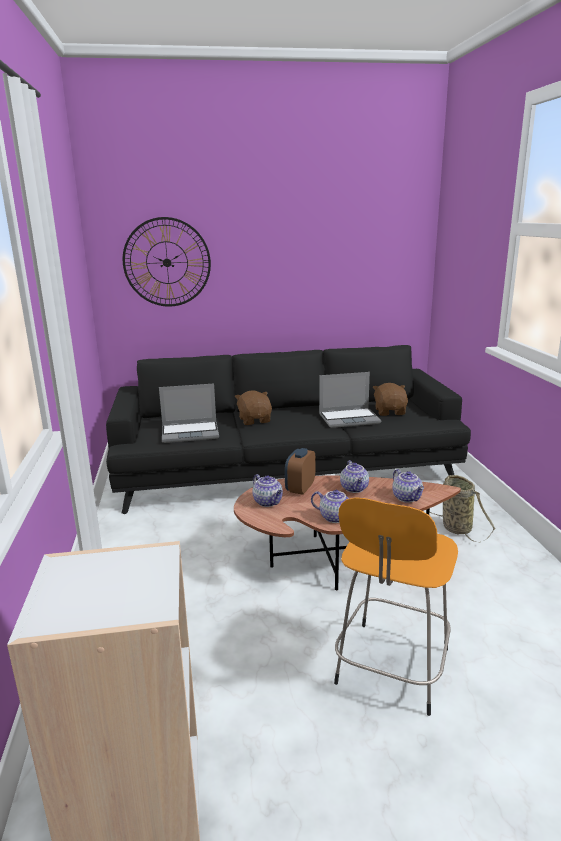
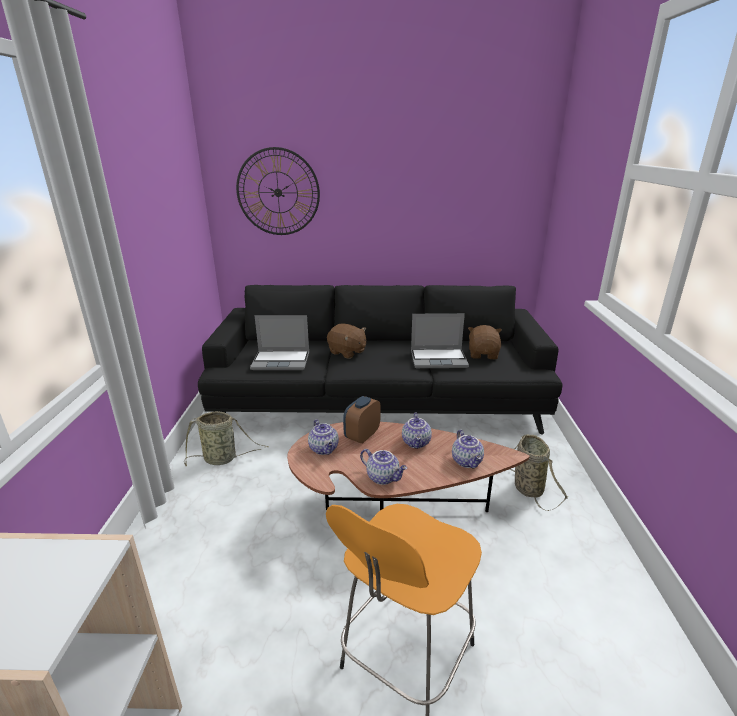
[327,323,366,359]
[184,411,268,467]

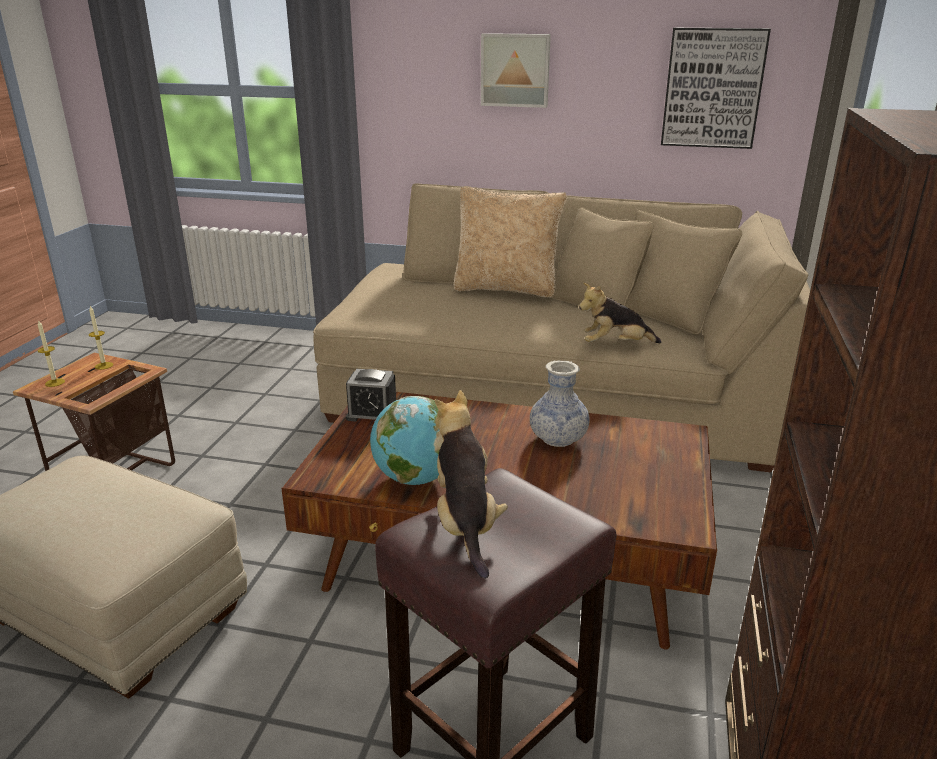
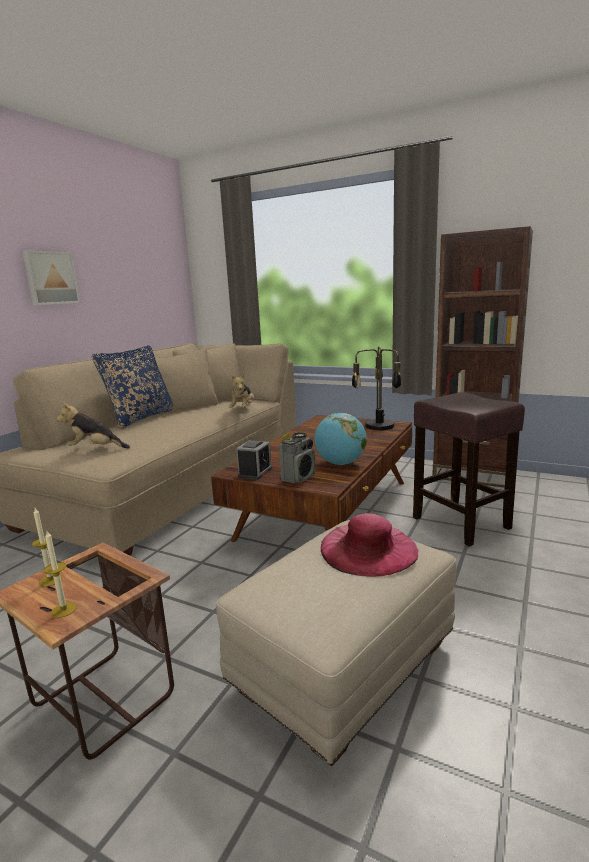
[661,28,771,149] (first image)
[92,346,173,429]
[530,360,590,447] (first image)
[57,403,130,448]
[352,346,401,430]
[279,432,316,484]
[321,513,418,577]

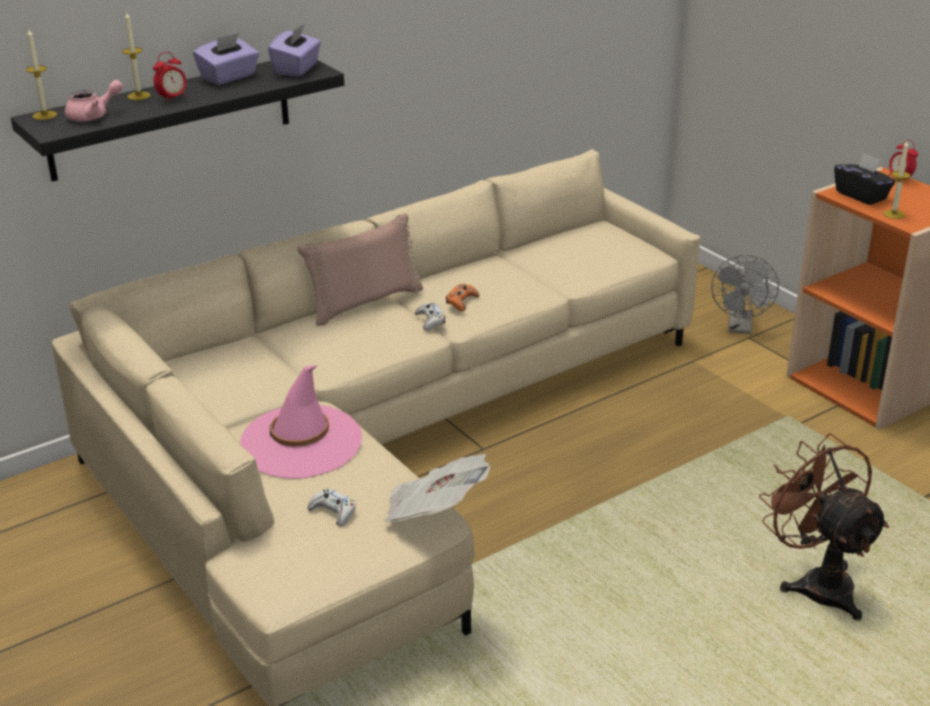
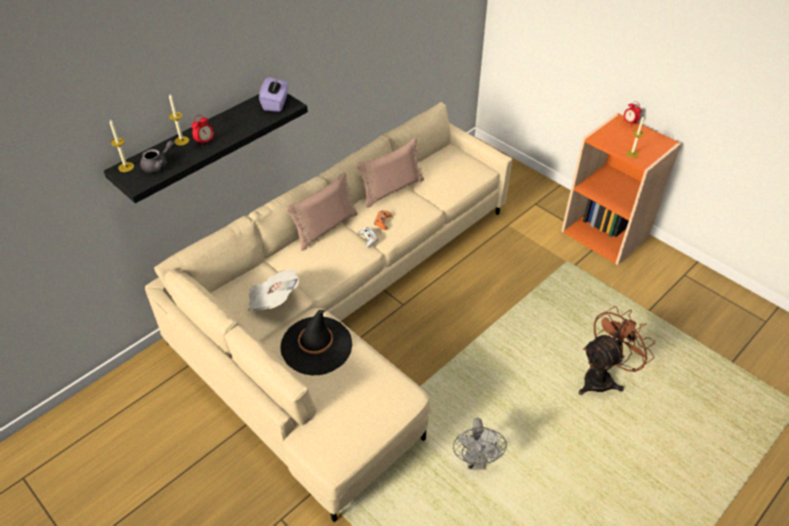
[193,33,259,85] (first image)
[140,140,175,173]
[834,153,895,205] (first image)
[453,418,507,470]
[280,310,352,375]
[579,306,656,395]
[248,269,299,311]
[308,489,356,526] (first image)
[356,138,424,208]

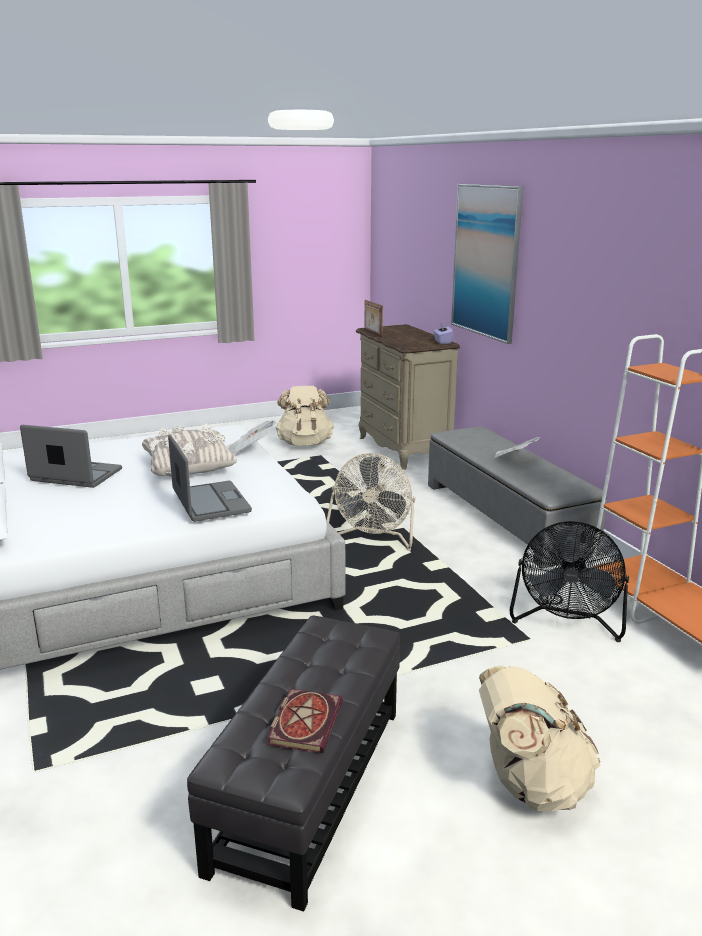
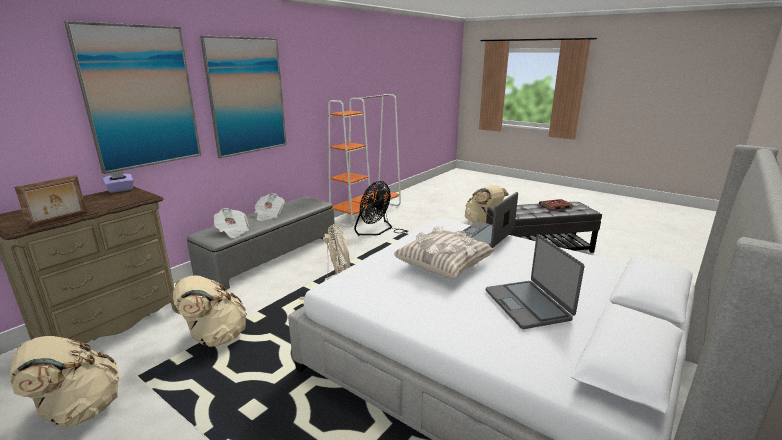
[214,208,249,238]
[354,181,408,236]
[200,36,287,158]
[173,275,247,347]

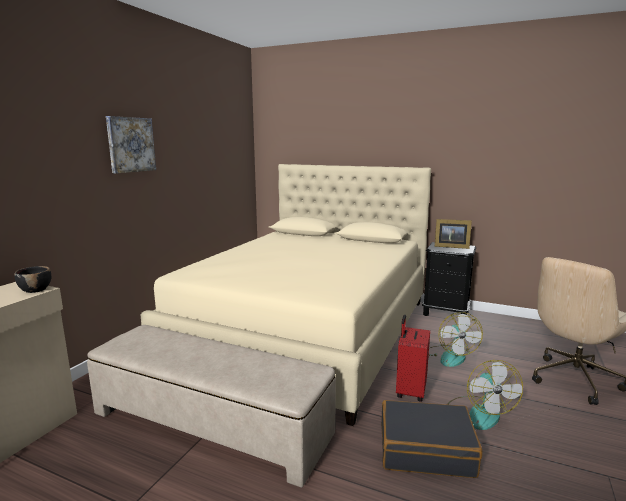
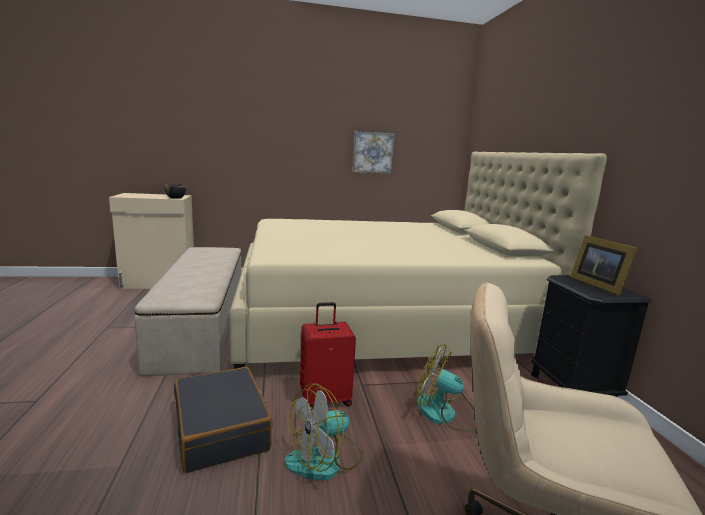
[353,131,395,174]
[414,345,477,432]

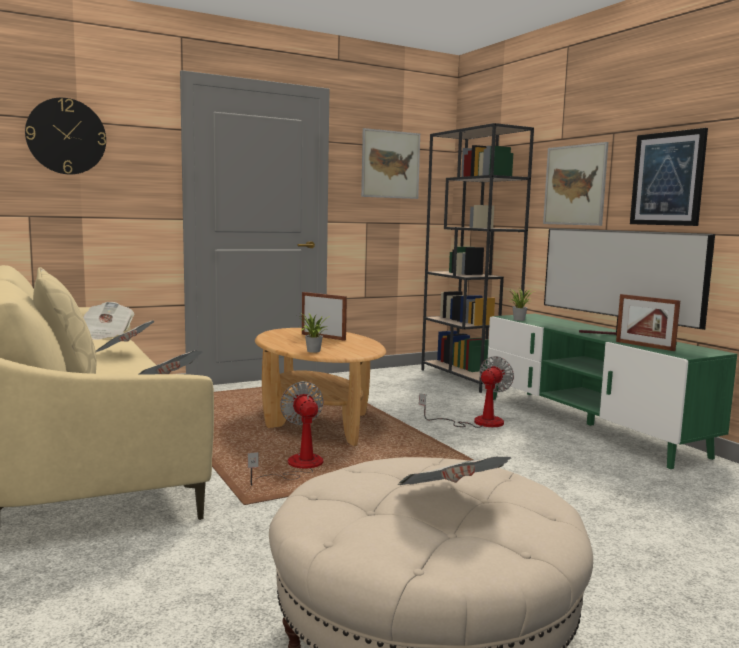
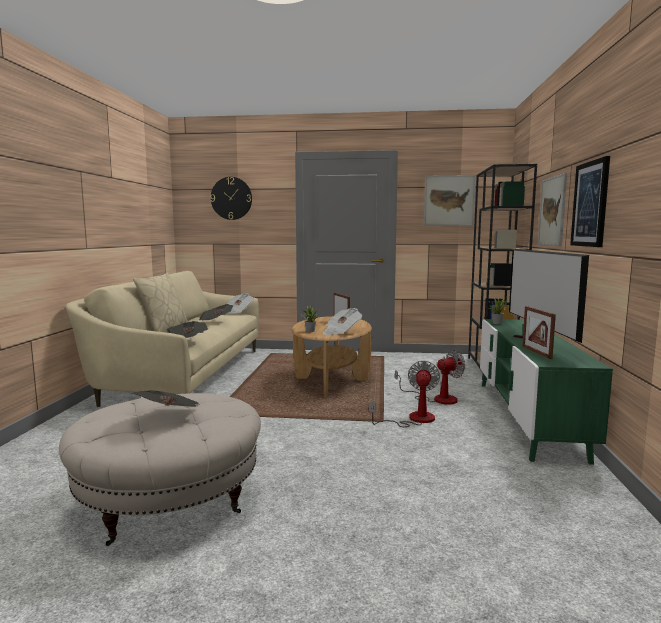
[369,361,440,427]
[323,308,362,335]

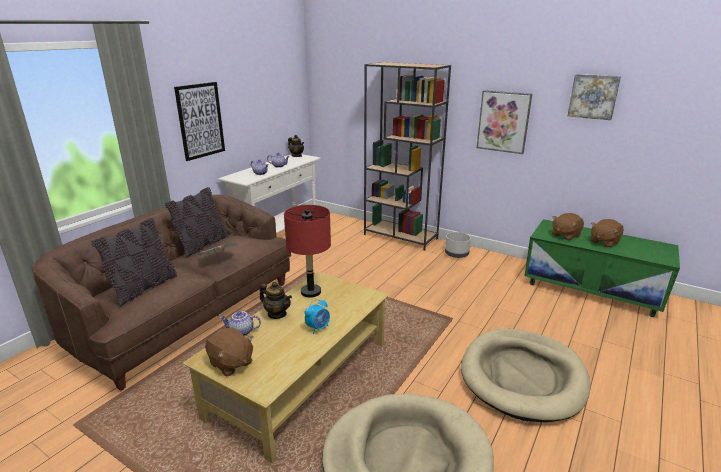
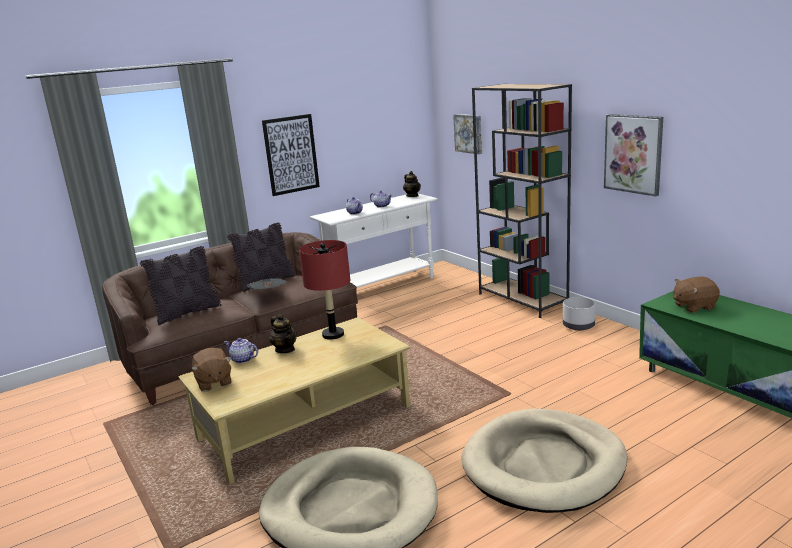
[453,114,482,154]
[590,219,623,248] (first image)
[305,299,330,334] (first image)

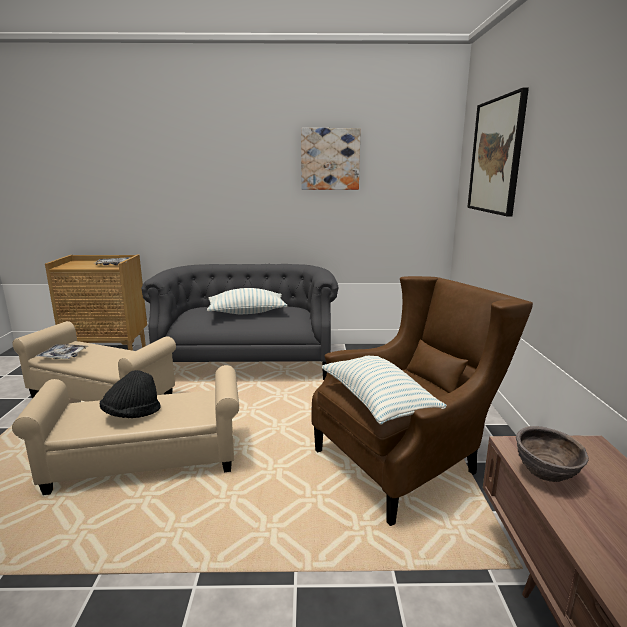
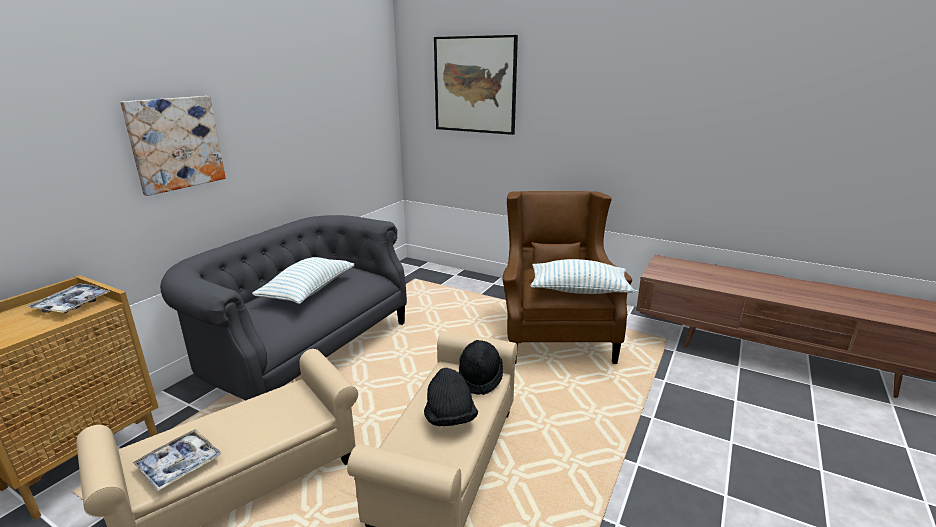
[120,96,226,196]
[516,426,589,482] (first image)
[459,340,503,395]

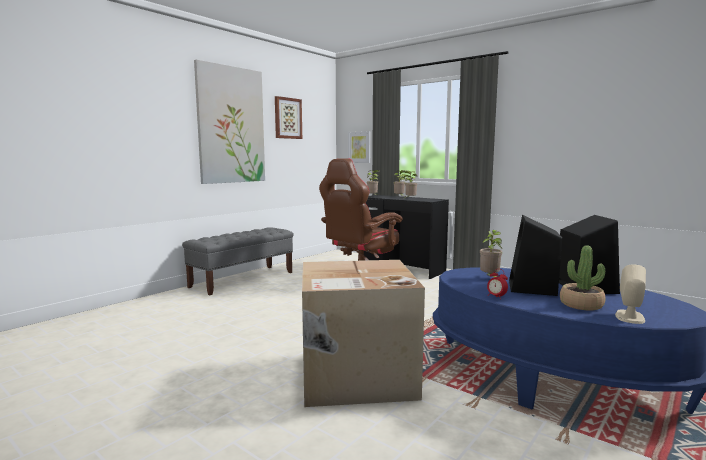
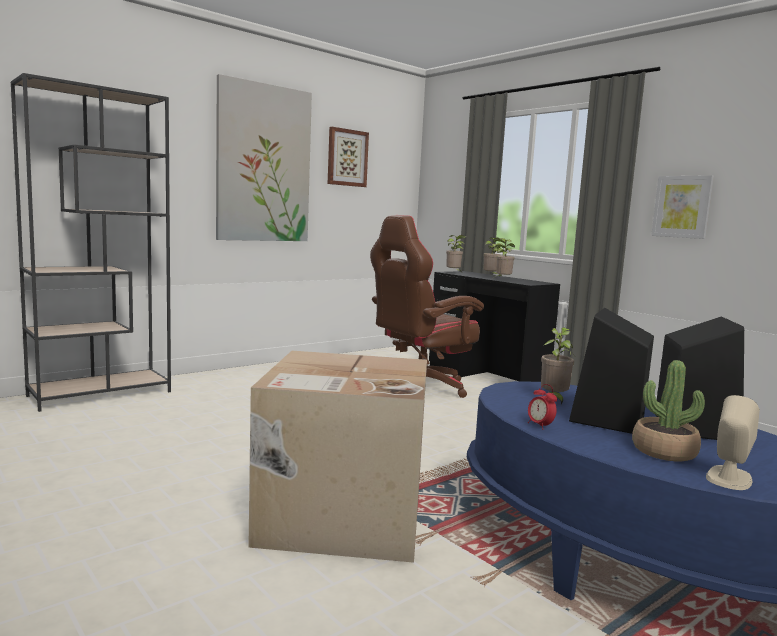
[651,175,714,239]
[182,227,294,295] (first image)
[11,73,171,412]

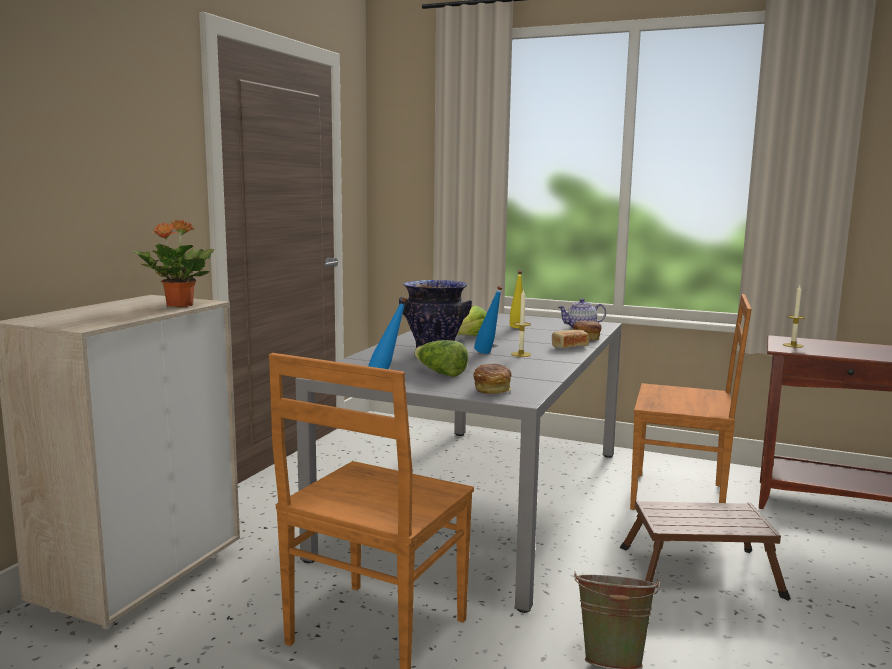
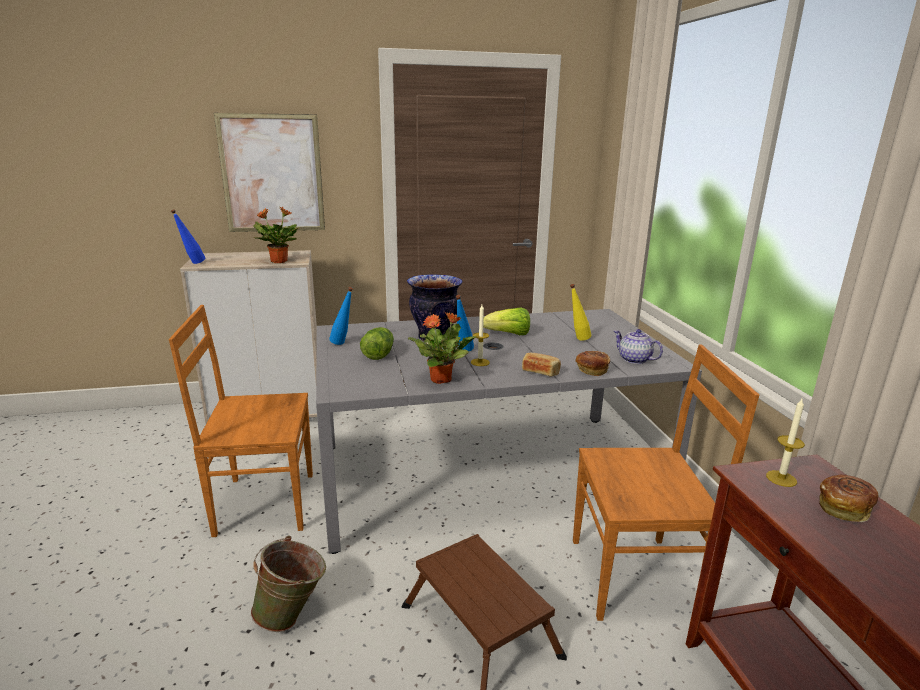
[573,344,759,621]
[819,475,878,522]
[214,113,325,232]
[171,209,205,264]
[408,312,476,384]

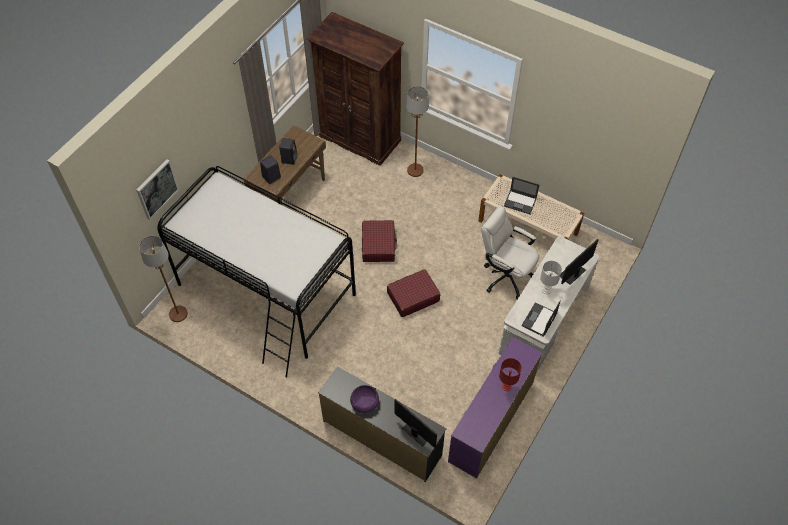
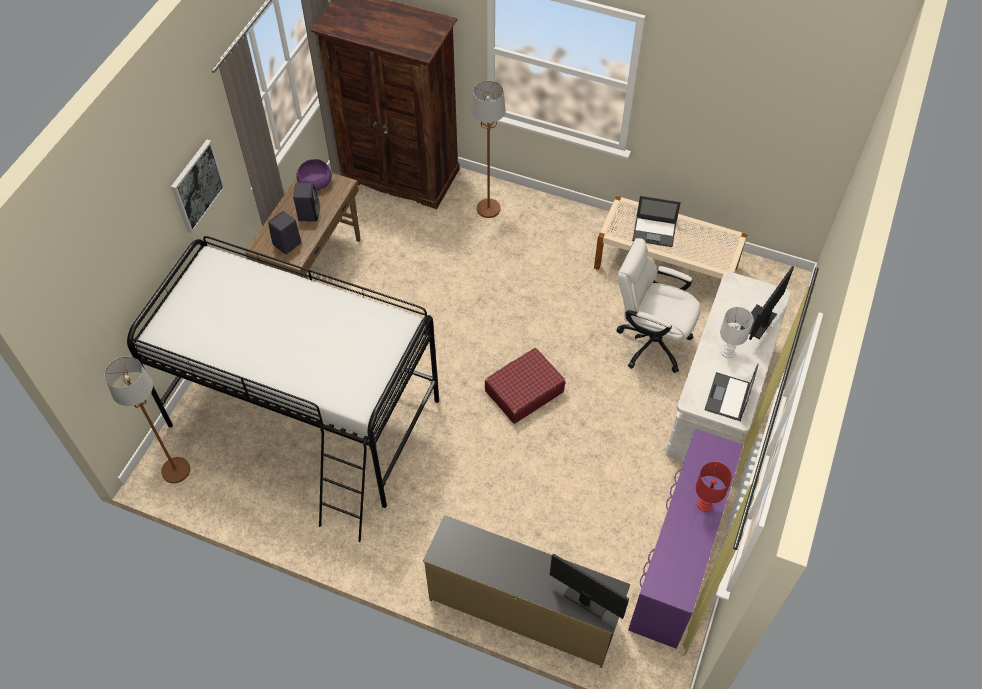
[171,140,225,233]
[362,220,397,262] (first image)
[296,159,332,191]

